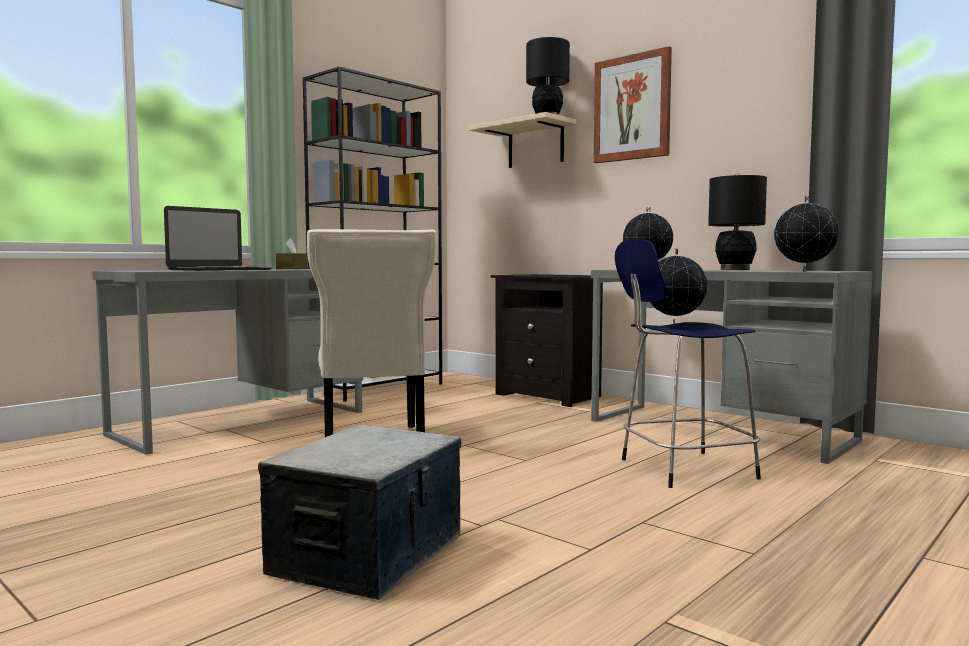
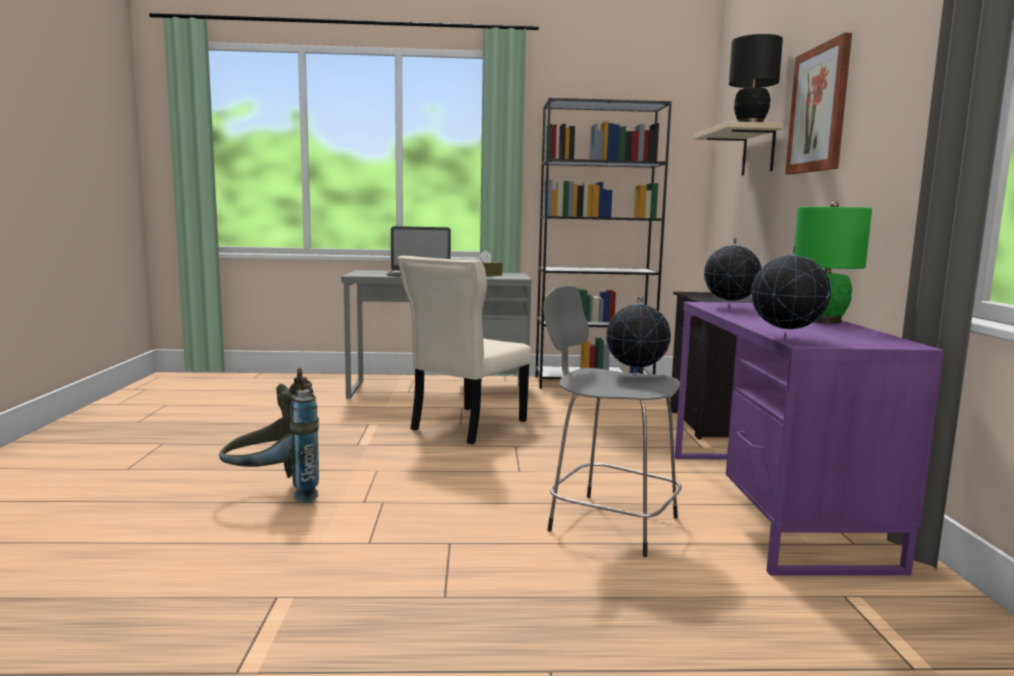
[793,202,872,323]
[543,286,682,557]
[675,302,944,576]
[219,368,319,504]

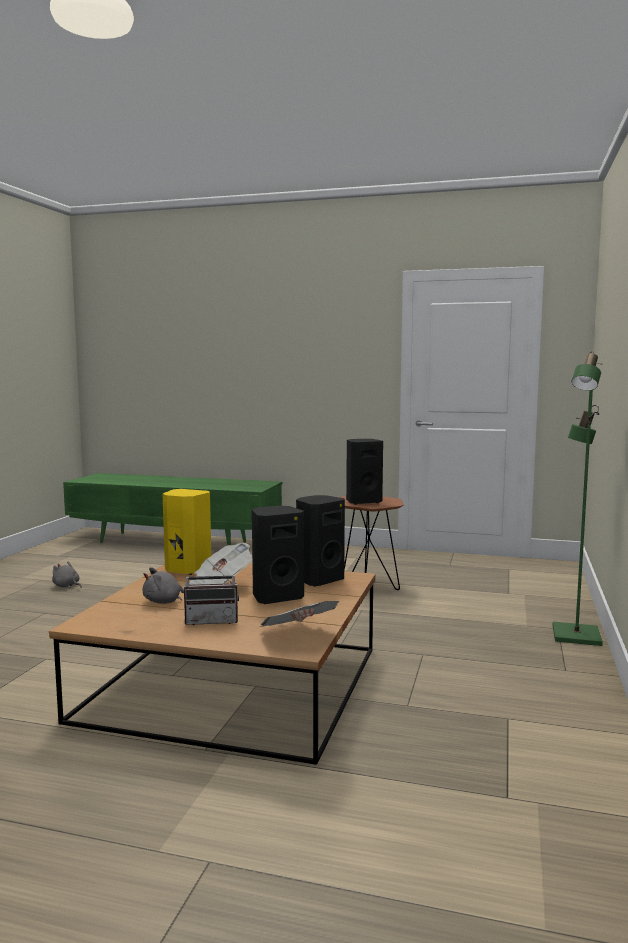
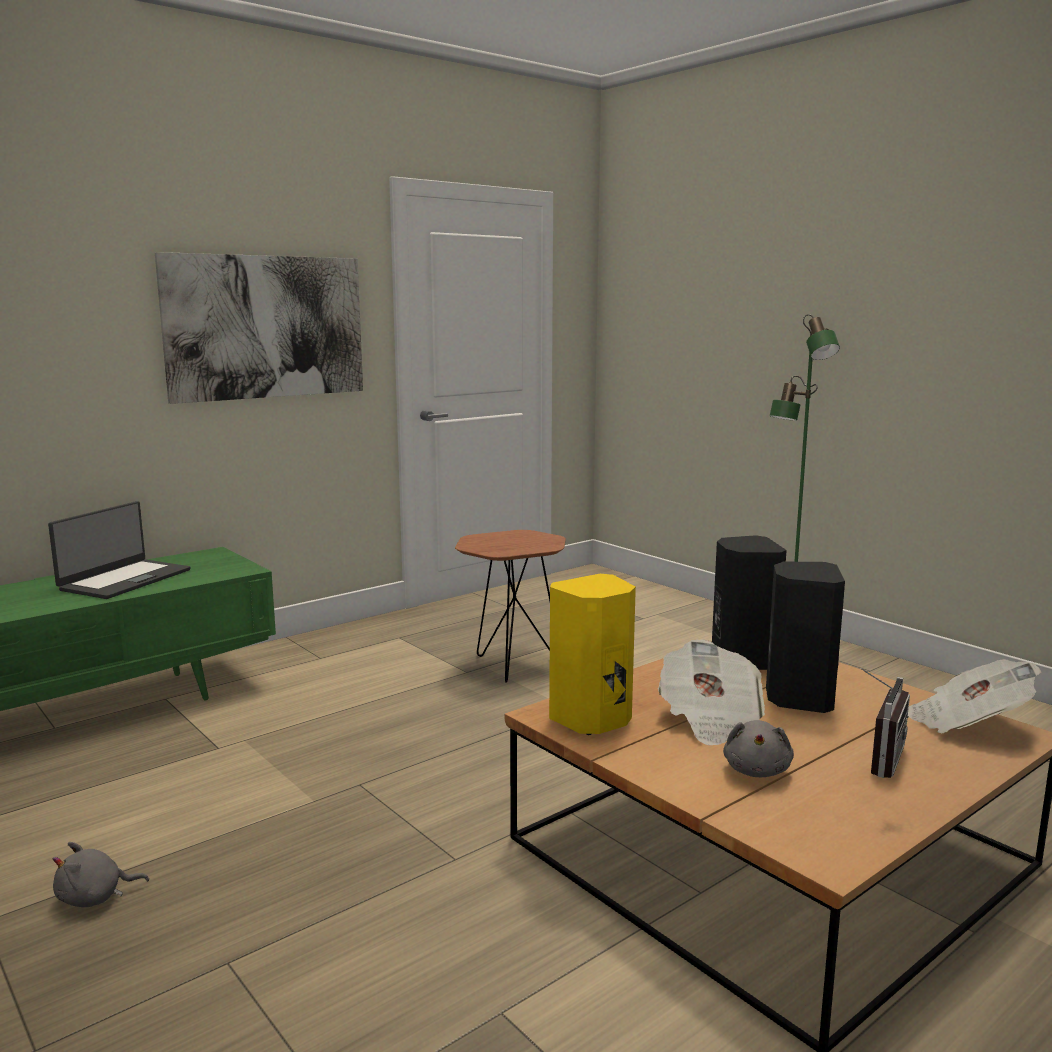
[346,439,383,505] (first image)
[155,252,363,404]
[48,501,190,599]

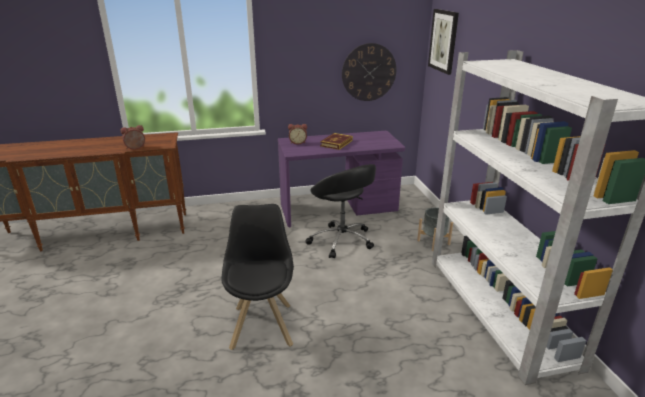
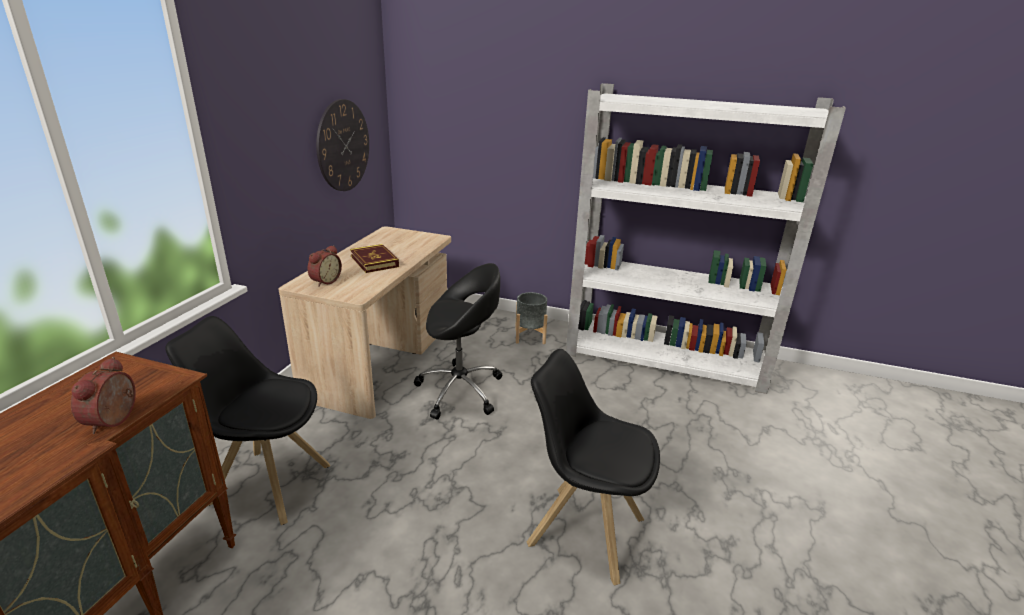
[428,9,459,75] (first image)
[279,226,451,419]
[165,316,330,525]

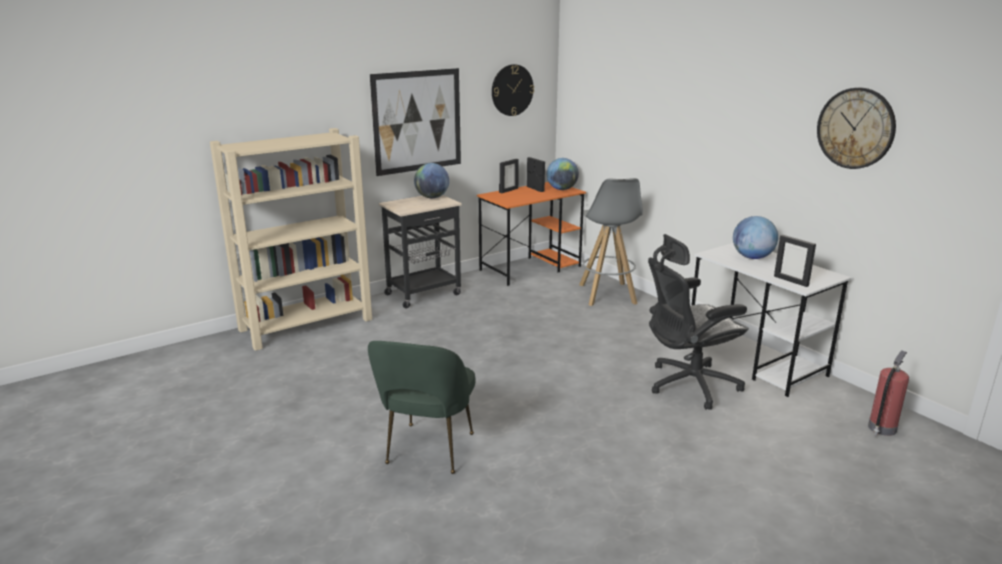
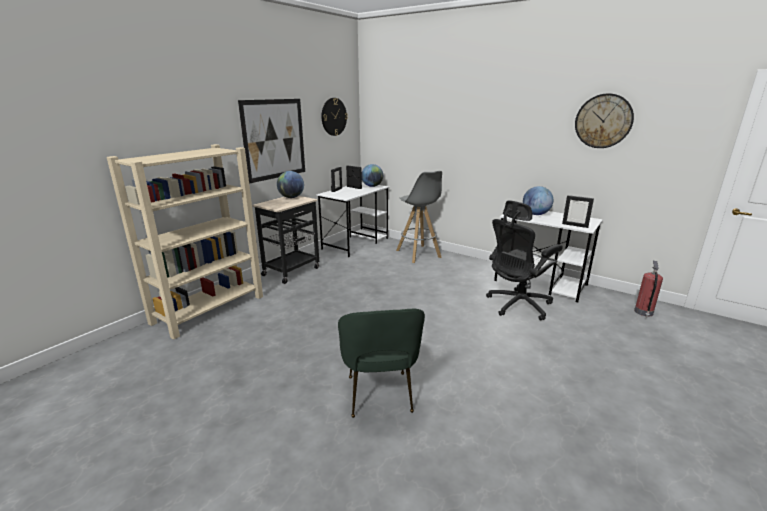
[317,182,389,257]

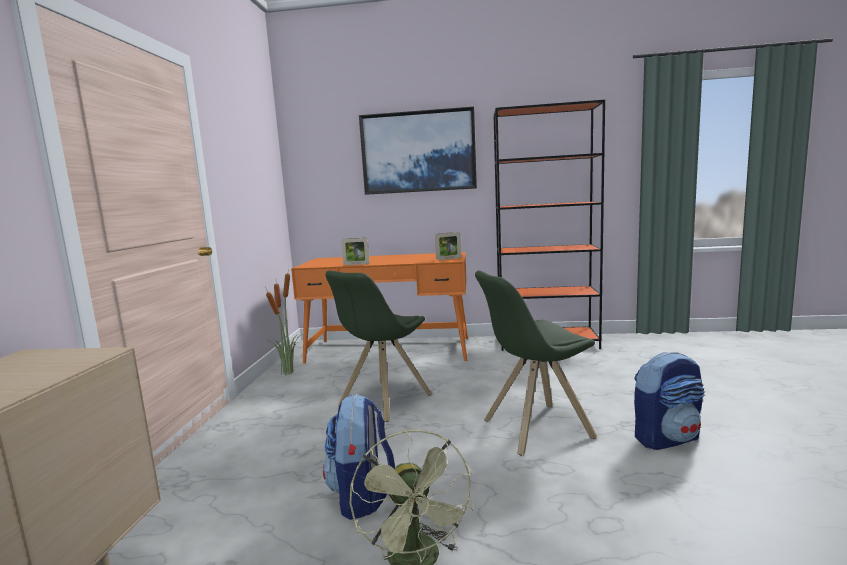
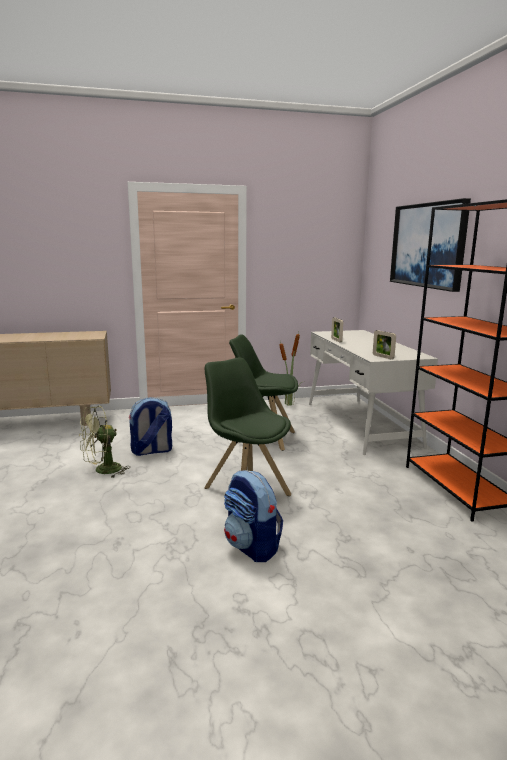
[309,330,438,455]

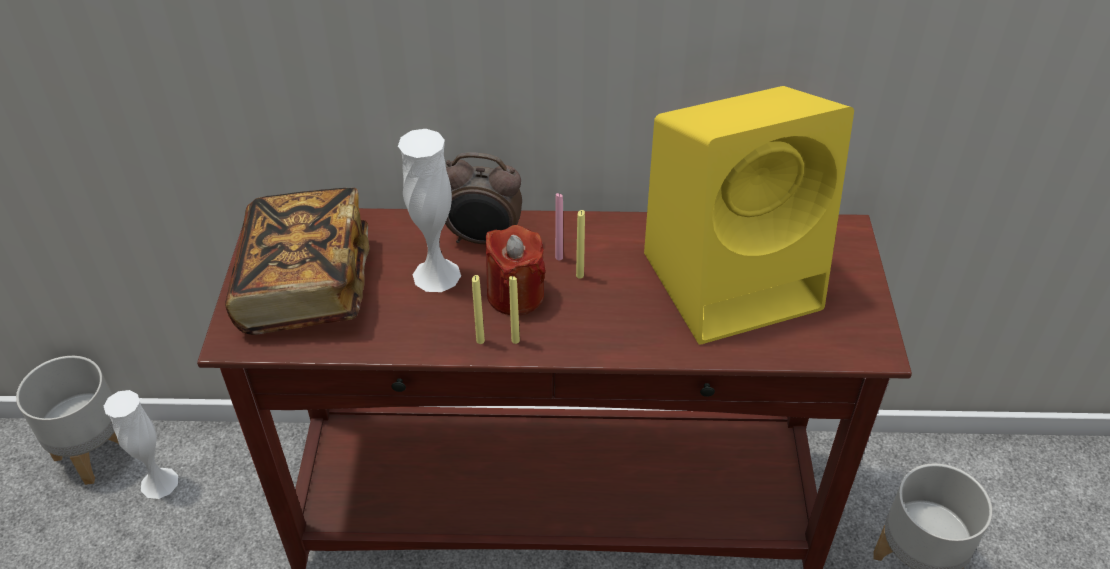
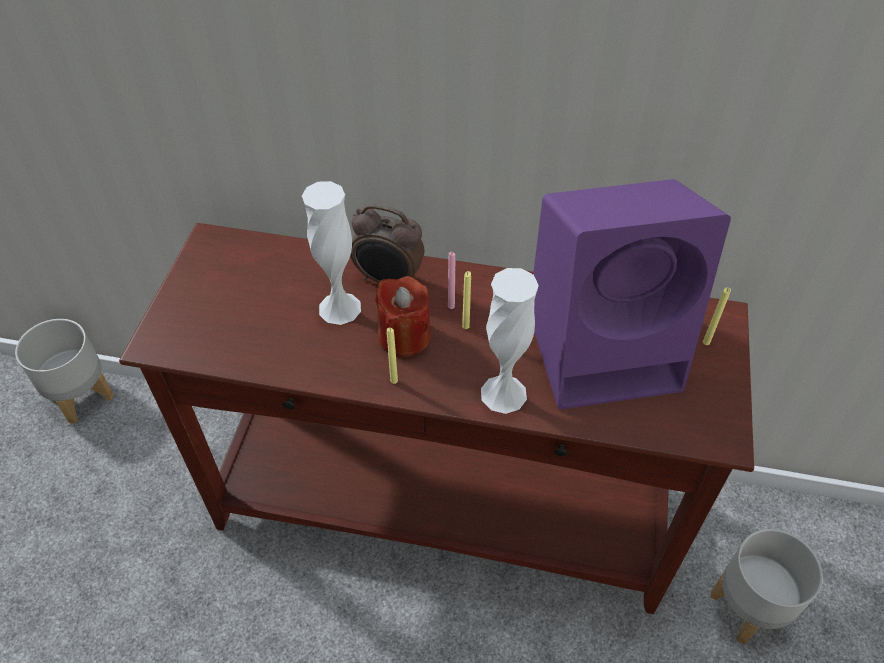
[533,179,731,410]
[225,188,369,335] (first image)
[703,287,731,345]
[481,268,539,414]

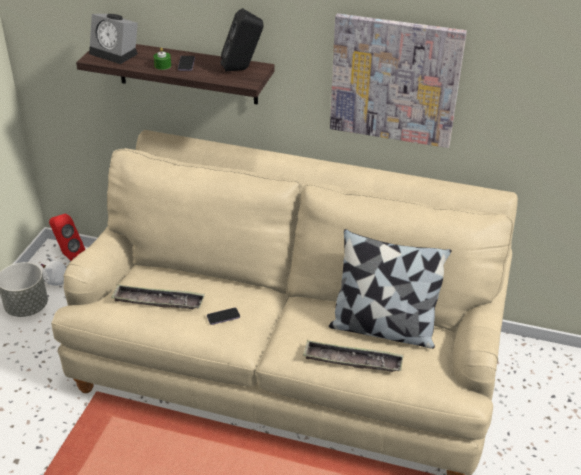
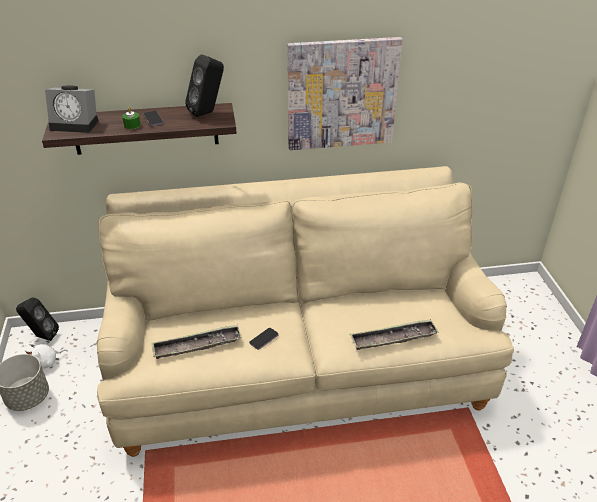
[16,297,59,341]
[329,229,451,349] (first image)

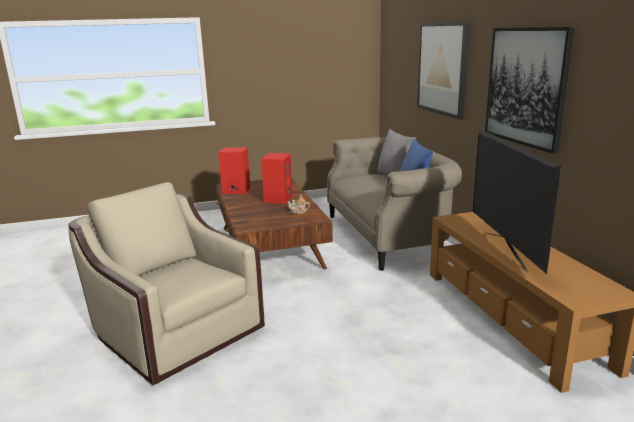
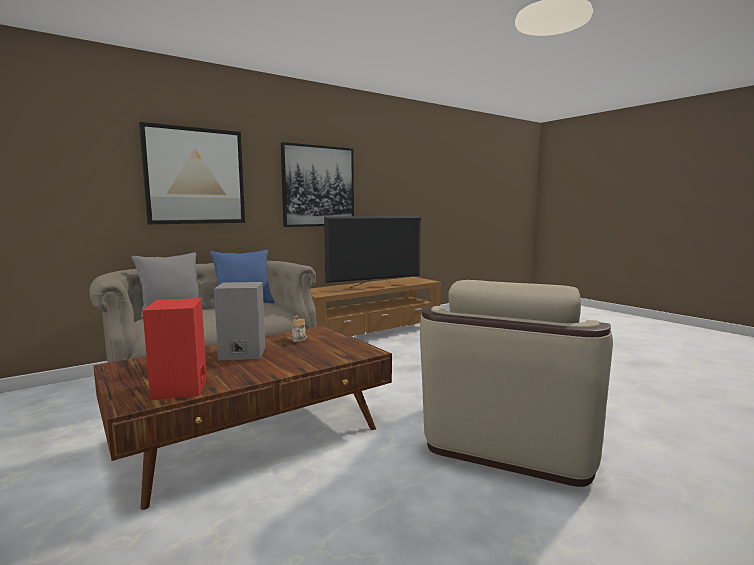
[214,282,265,360]

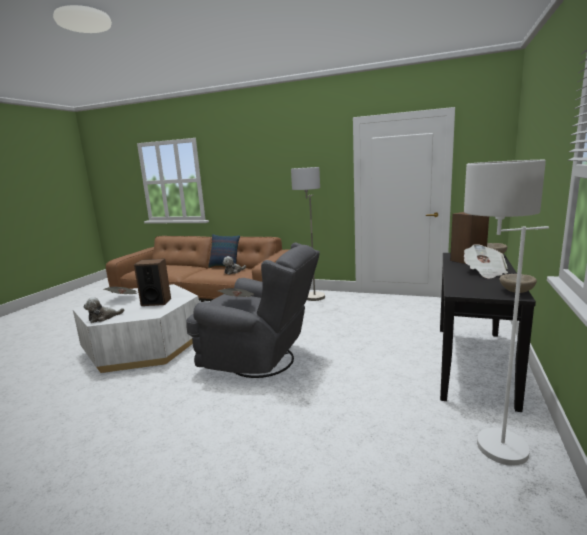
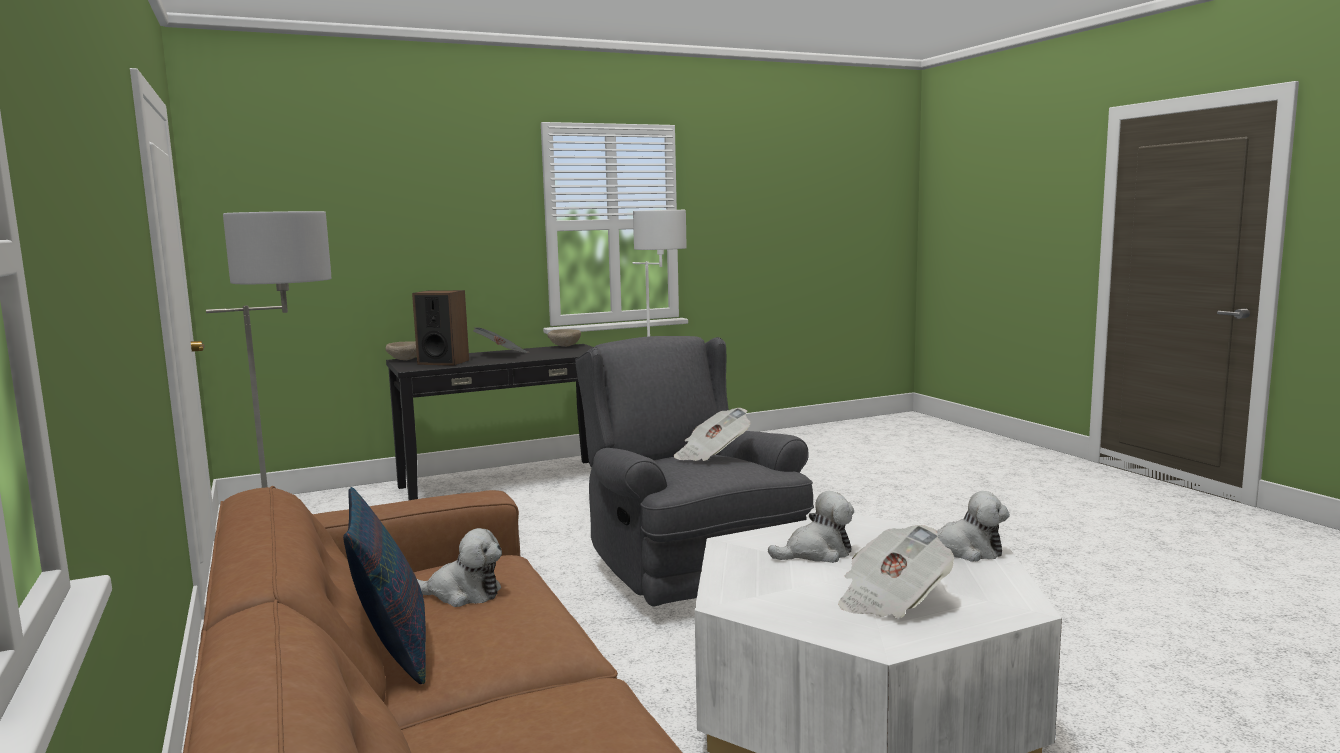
[768,491,854,563]

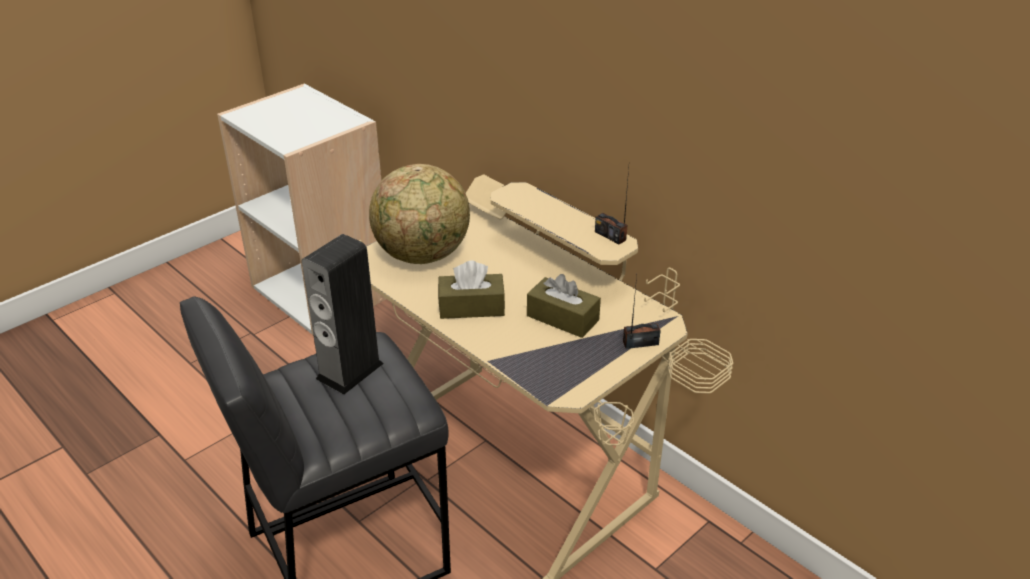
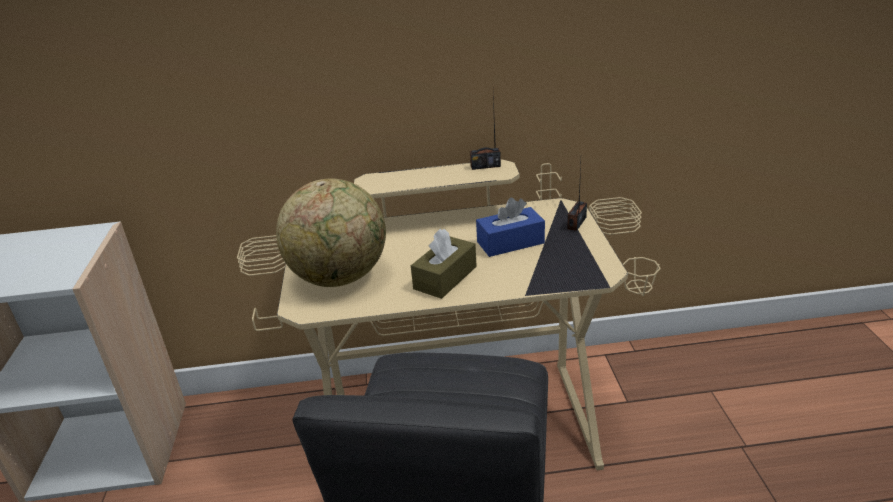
[302,234,384,395] (first image)
[476,198,545,257]

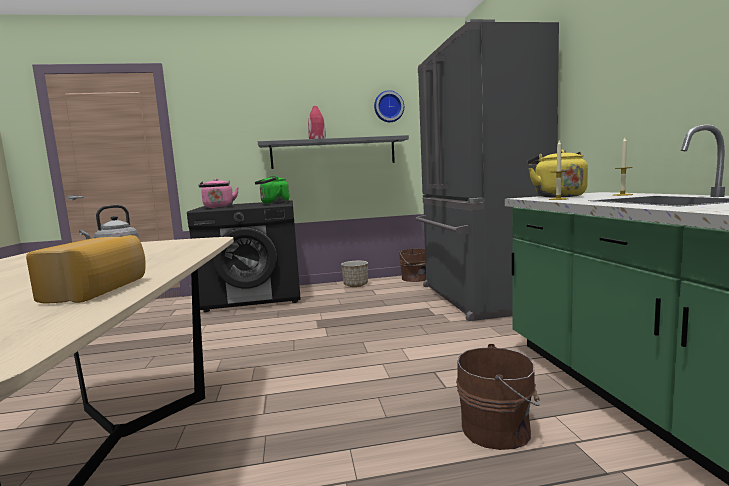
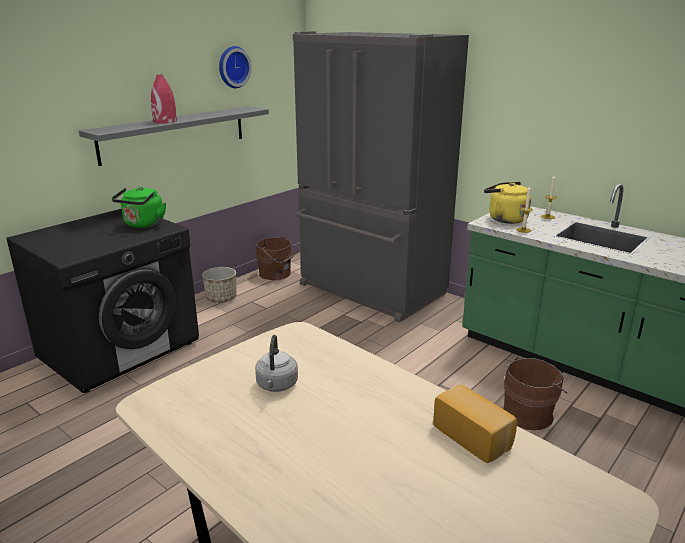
[199,178,238,208] (first image)

